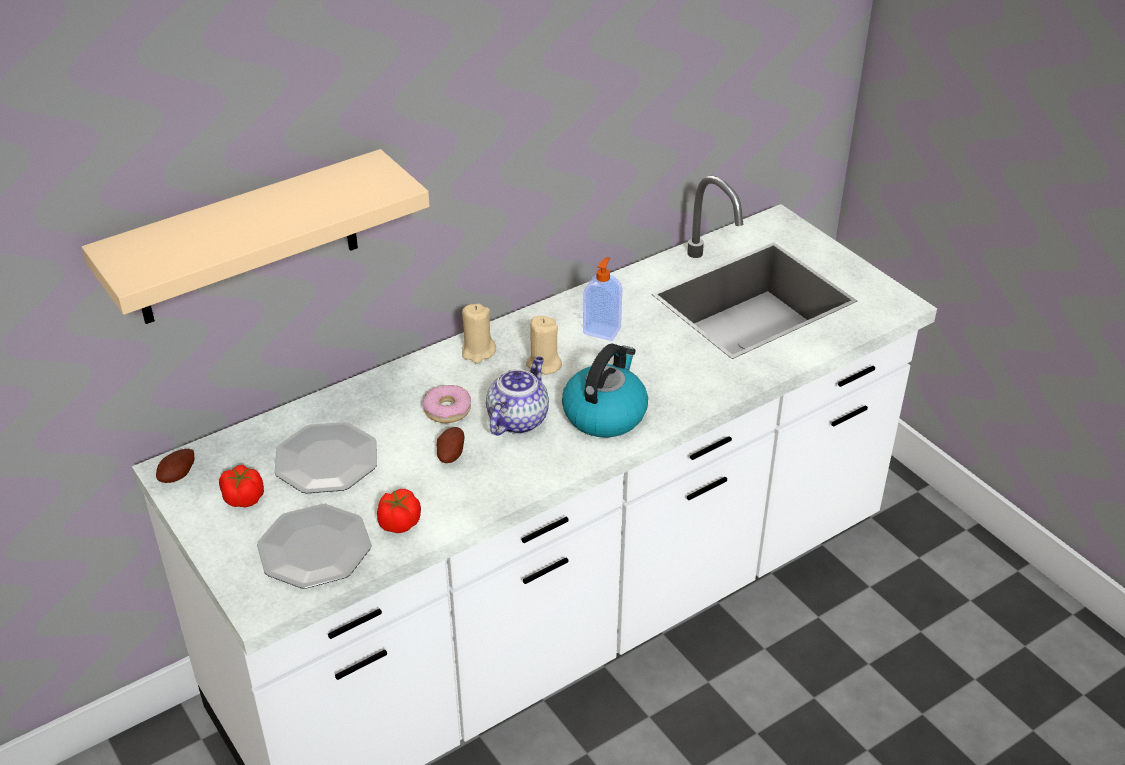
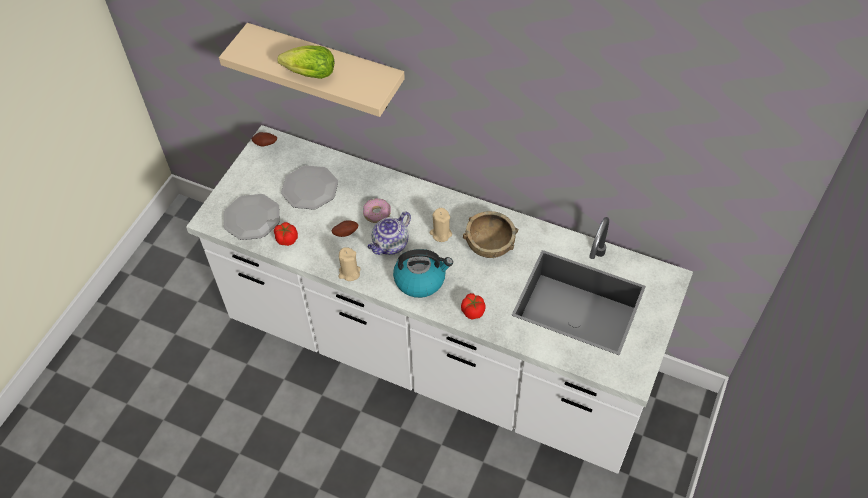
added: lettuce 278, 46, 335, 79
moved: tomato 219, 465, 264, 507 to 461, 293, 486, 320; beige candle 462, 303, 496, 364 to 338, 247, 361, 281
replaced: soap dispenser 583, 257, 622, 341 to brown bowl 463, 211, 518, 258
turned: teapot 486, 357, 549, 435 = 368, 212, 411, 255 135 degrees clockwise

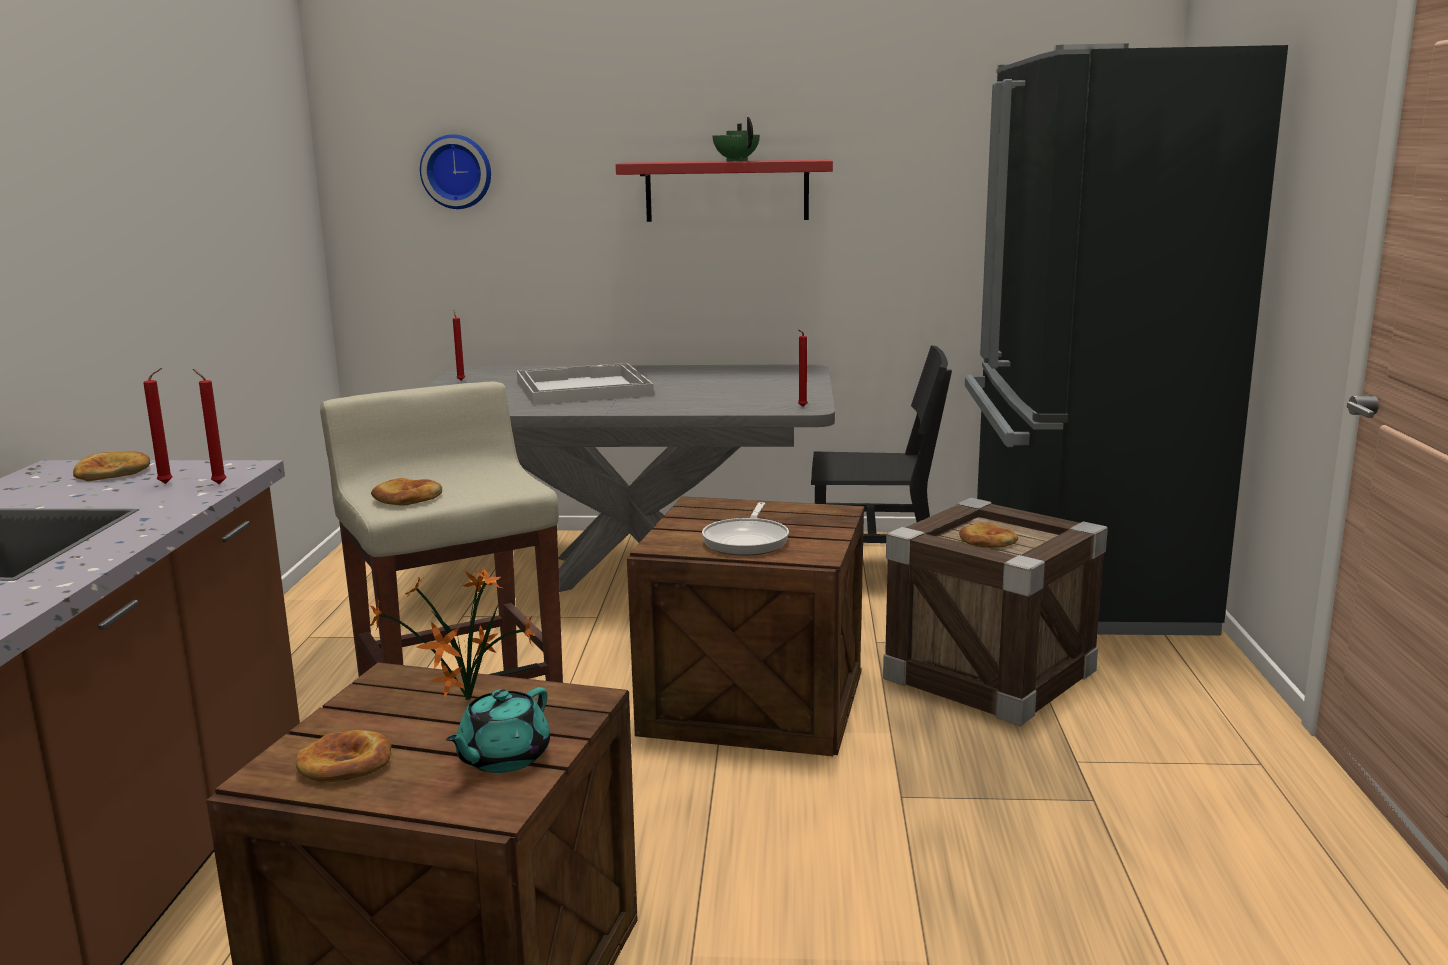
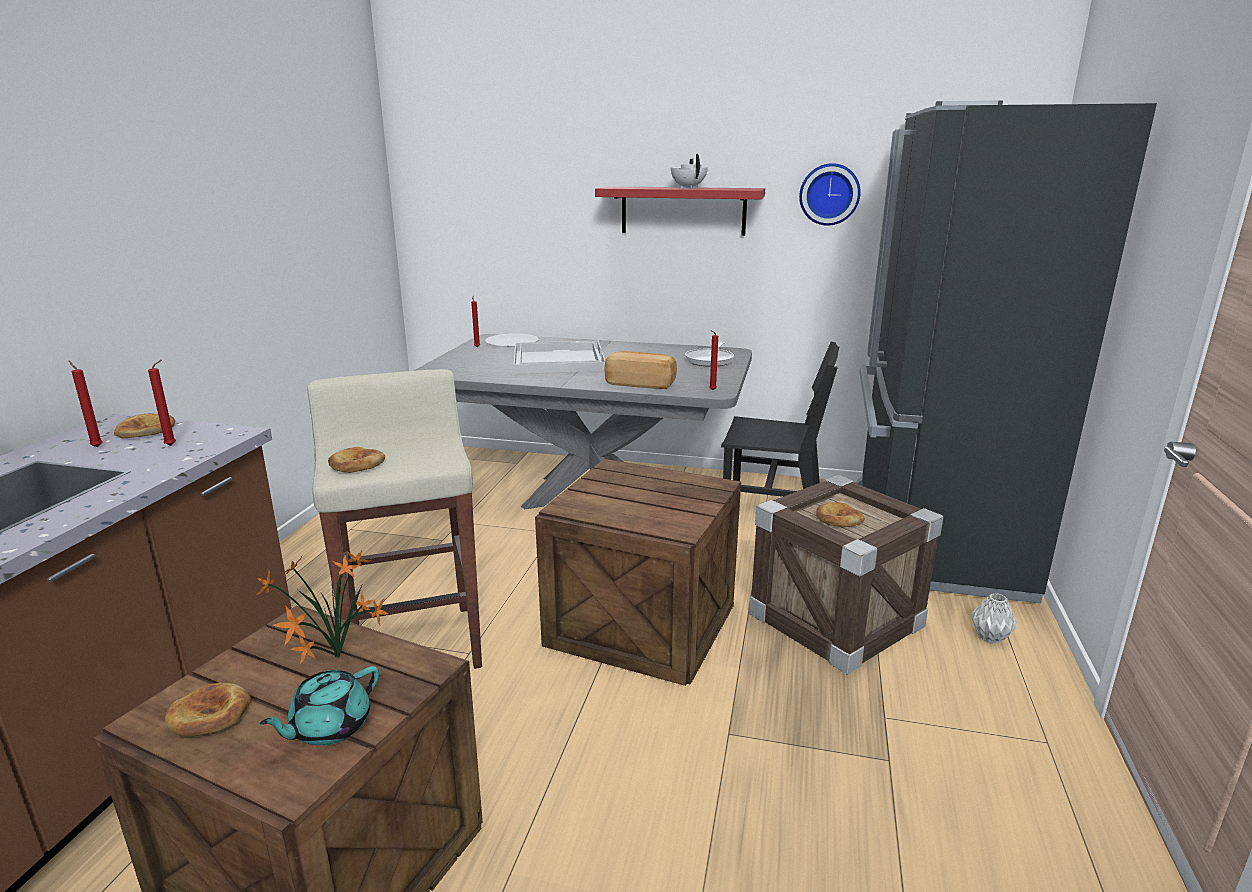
added: white plate 485, 333, 539, 347; bread 605, 351, 677, 389; grey vase 971, 593, 1017, 644
moved: red candle 193, 369, 226, 484 to 69, 361, 103, 447; wall clock 420, 134, 491, 209 to 799, 163, 861, 226; frying pan 702, 502, 789, 556 to 685, 342, 734, 367
recoloured: green teapot 712, 117, 760, 161 to white teapot 671, 154, 708, 189

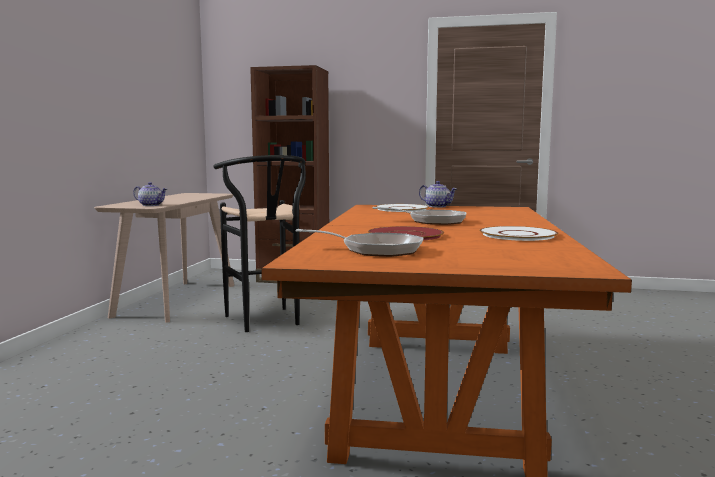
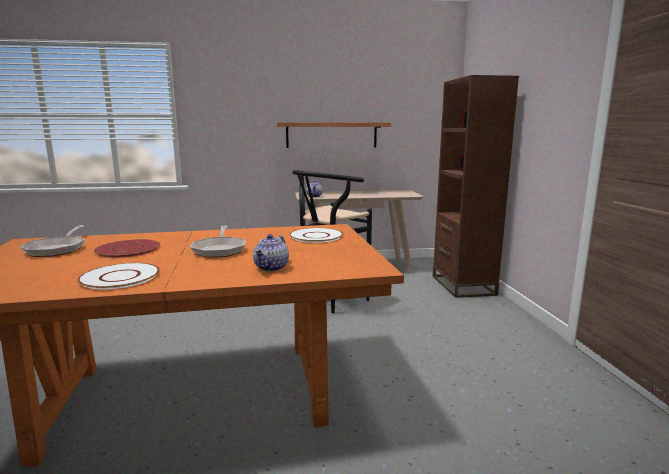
added: shelf 276, 122, 391, 148
moved: teapot 419, 181, 457, 208 to 253, 234, 289, 272

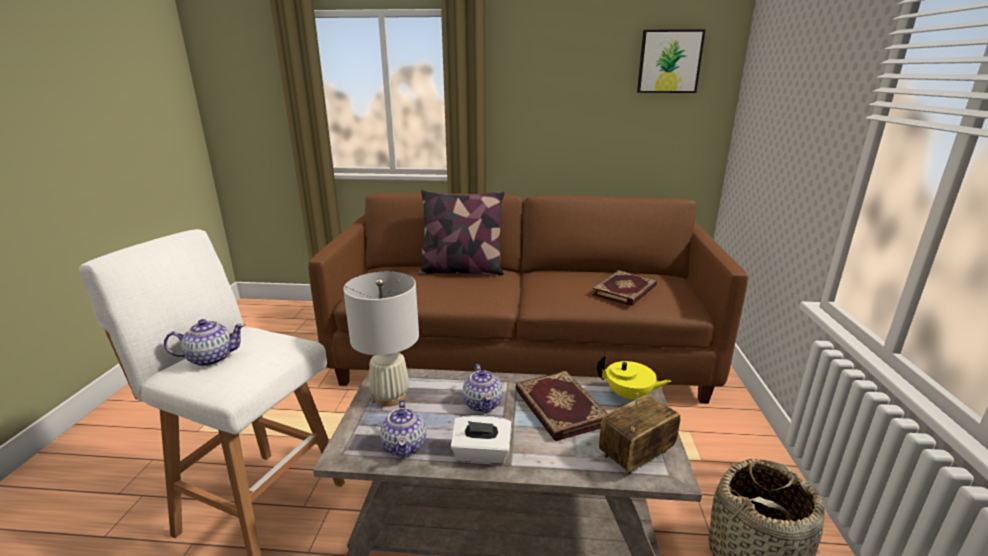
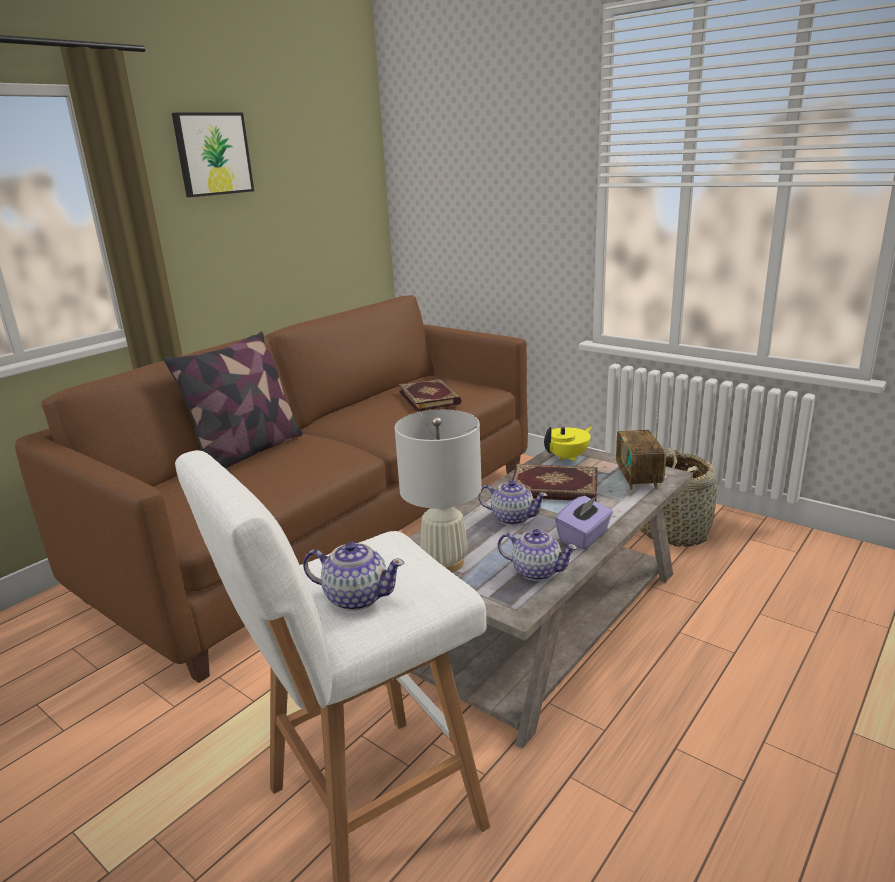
moved: picture 637, 29, 706, 93 to 172, 112, 254, 197
recoloured: white tissue box 451, 415, 512, 465 to purple tissue box 555, 496, 613, 550
turned: teapot 164, 319, 246, 366 = 303, 542, 405, 611 90 degrees clockwise

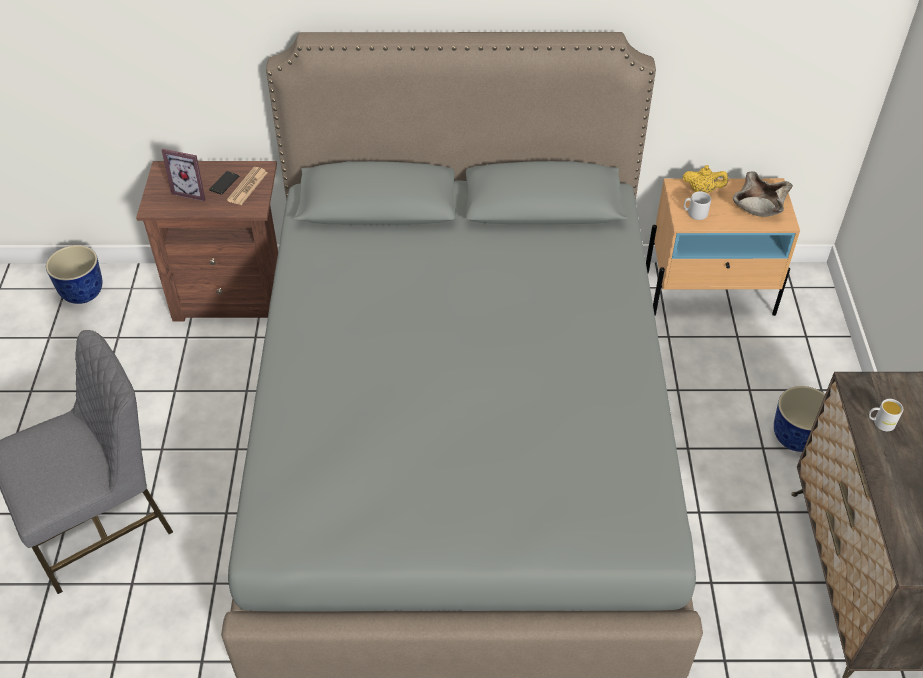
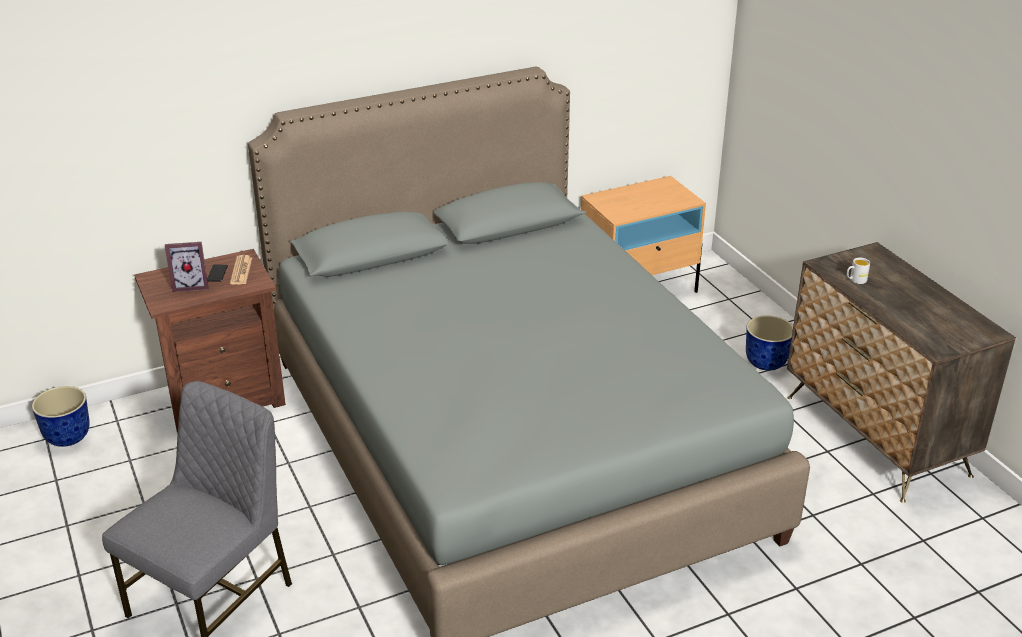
removed: yellow teapot 683, 165, 729, 193; grey mug 684, 191, 711, 220; beige bowl 733, 171, 793, 217

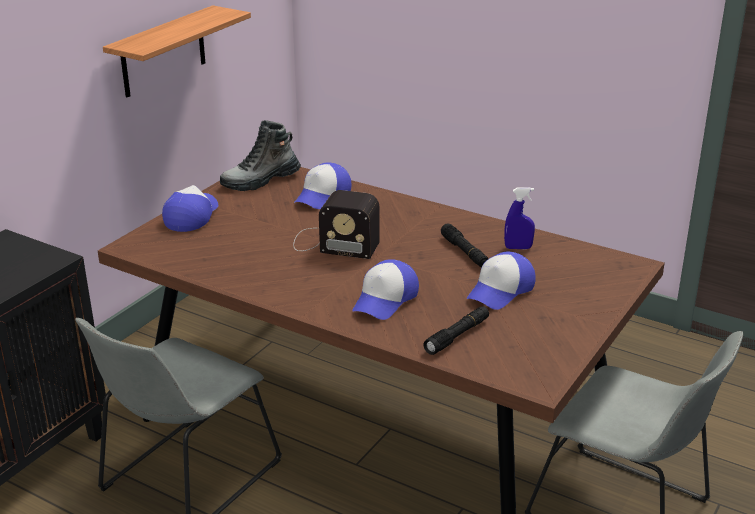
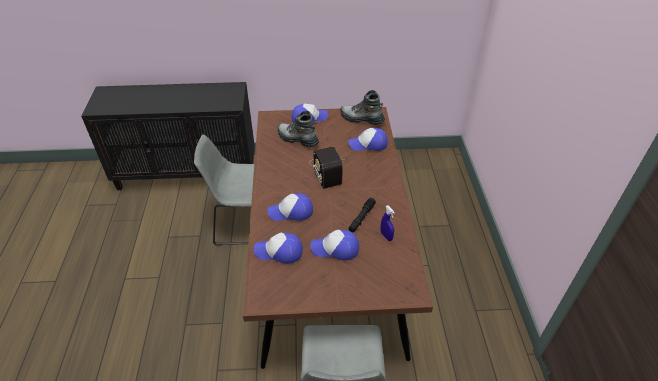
removed: shelf 103, 5, 251, 97
added: boot 277, 111, 319, 147
replaced: black flashlight 423, 306, 489, 355 to cap 254, 232, 303, 264

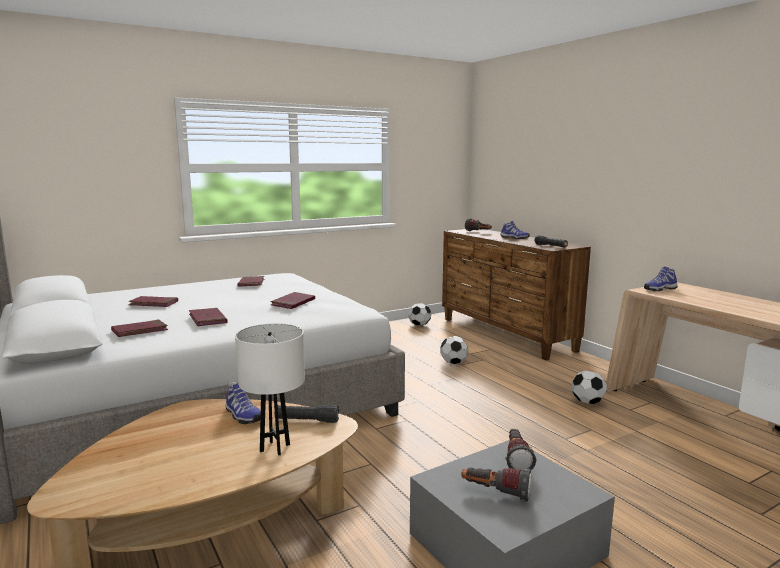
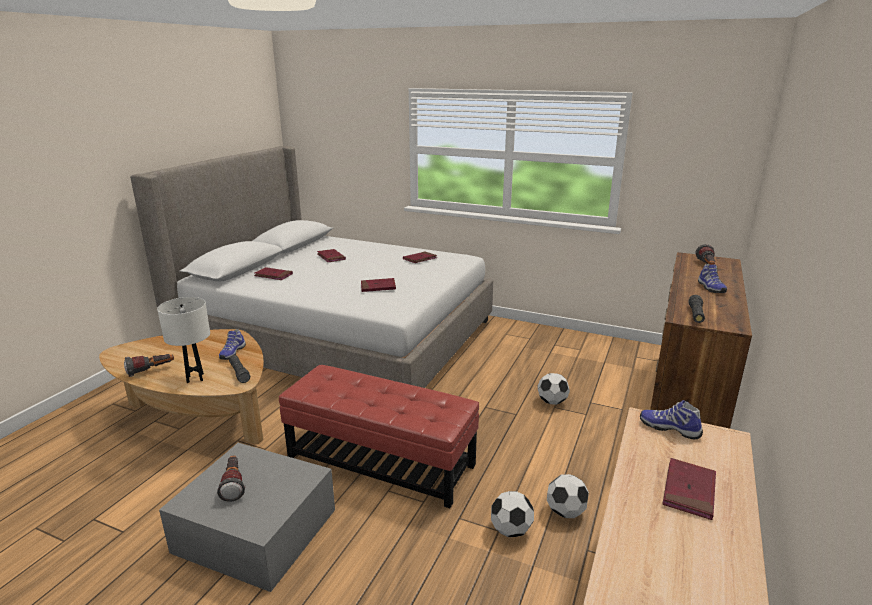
added: red ottoman 279, 365, 479, 508
moved: red book 189, 308, 227, 326 to 663, 458, 716, 520; football 408, 303, 431, 326 to 491, 491, 534, 537; flashlight 506, 429, 536, 471 to 124, 354, 174, 377

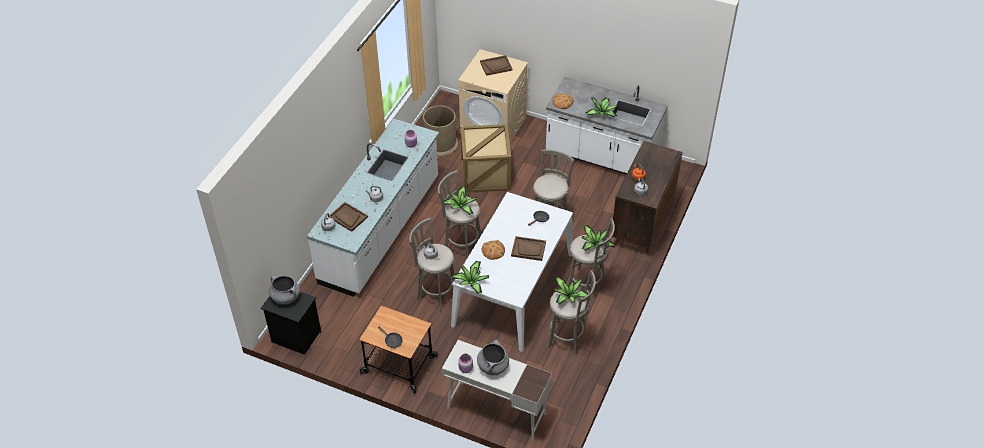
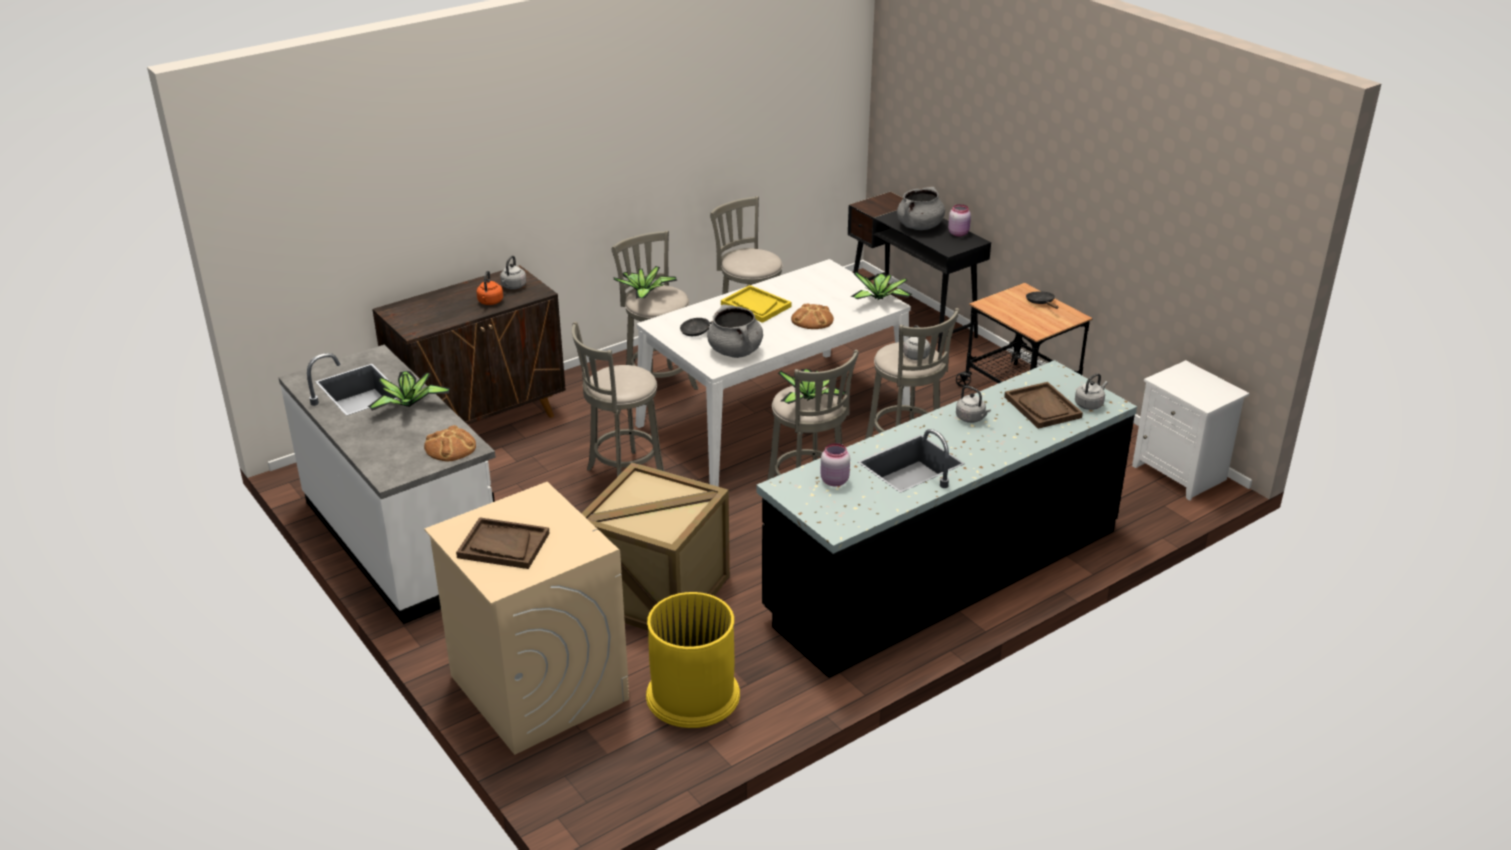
removed: potted plant 555, 276, 589, 305
moved: grey cooking pot 269, 275, 300, 305 to 707, 305, 763, 358
recoloured: black nightstand 261, 292, 321, 355 to white nightstand 1132, 360, 1250, 501; white counter 307, 119, 439, 297 to black counter 756, 360, 1137, 678; brown trash can 423, 106, 458, 156 to yellow trash can 646, 592, 740, 728; white desk 442, 340, 552, 441 to black desk 848, 191, 991, 353; brown tray 511, 236, 546, 261 to yellow tray 721, 285, 792, 323

